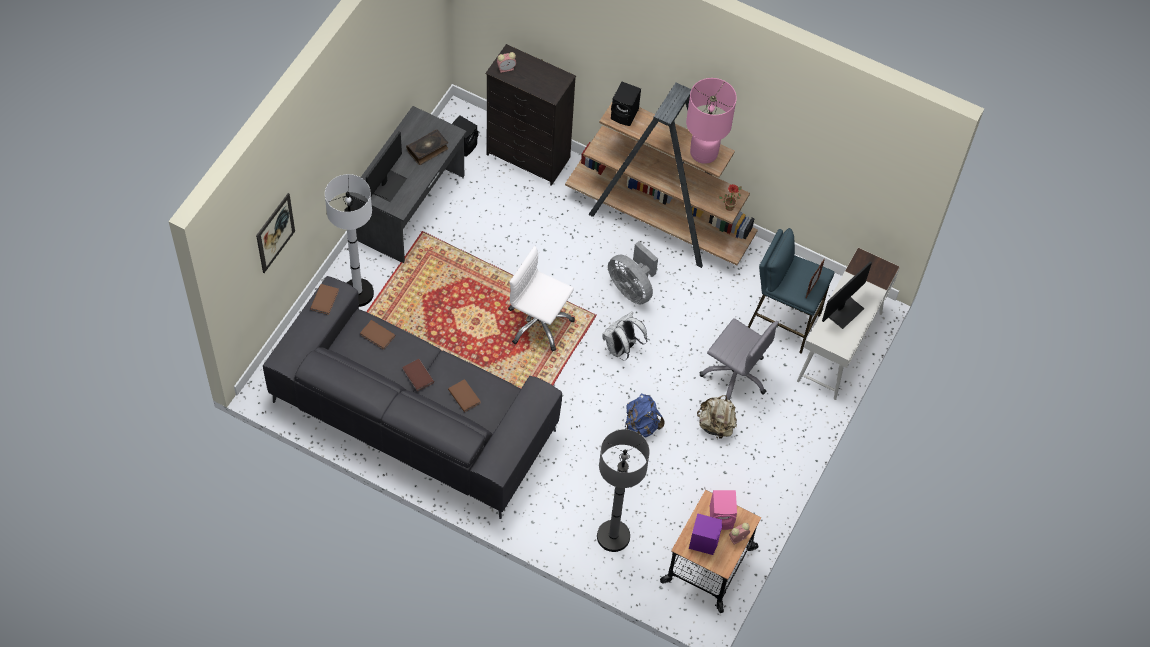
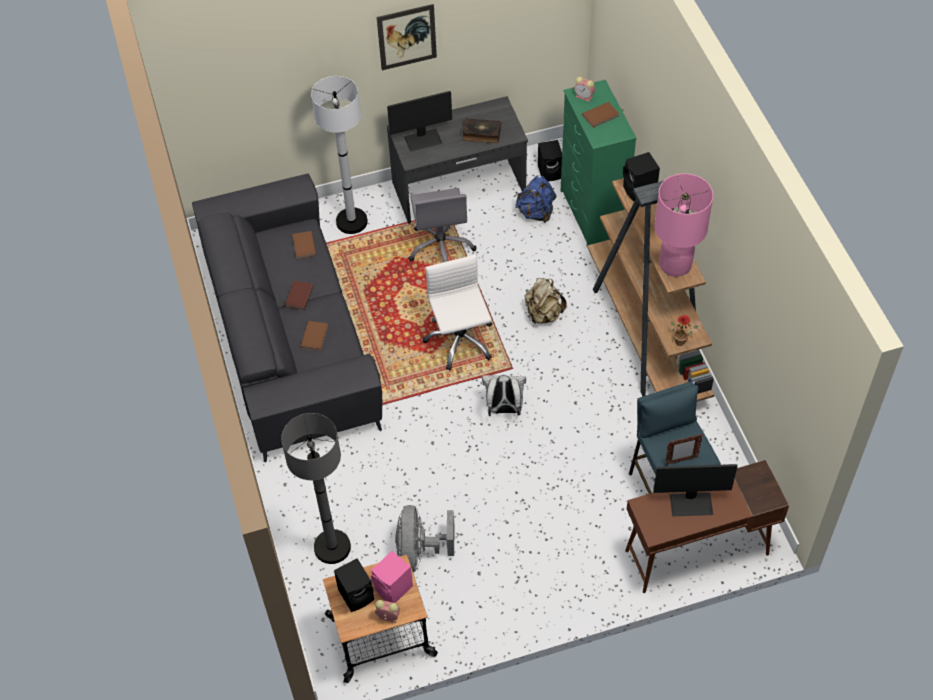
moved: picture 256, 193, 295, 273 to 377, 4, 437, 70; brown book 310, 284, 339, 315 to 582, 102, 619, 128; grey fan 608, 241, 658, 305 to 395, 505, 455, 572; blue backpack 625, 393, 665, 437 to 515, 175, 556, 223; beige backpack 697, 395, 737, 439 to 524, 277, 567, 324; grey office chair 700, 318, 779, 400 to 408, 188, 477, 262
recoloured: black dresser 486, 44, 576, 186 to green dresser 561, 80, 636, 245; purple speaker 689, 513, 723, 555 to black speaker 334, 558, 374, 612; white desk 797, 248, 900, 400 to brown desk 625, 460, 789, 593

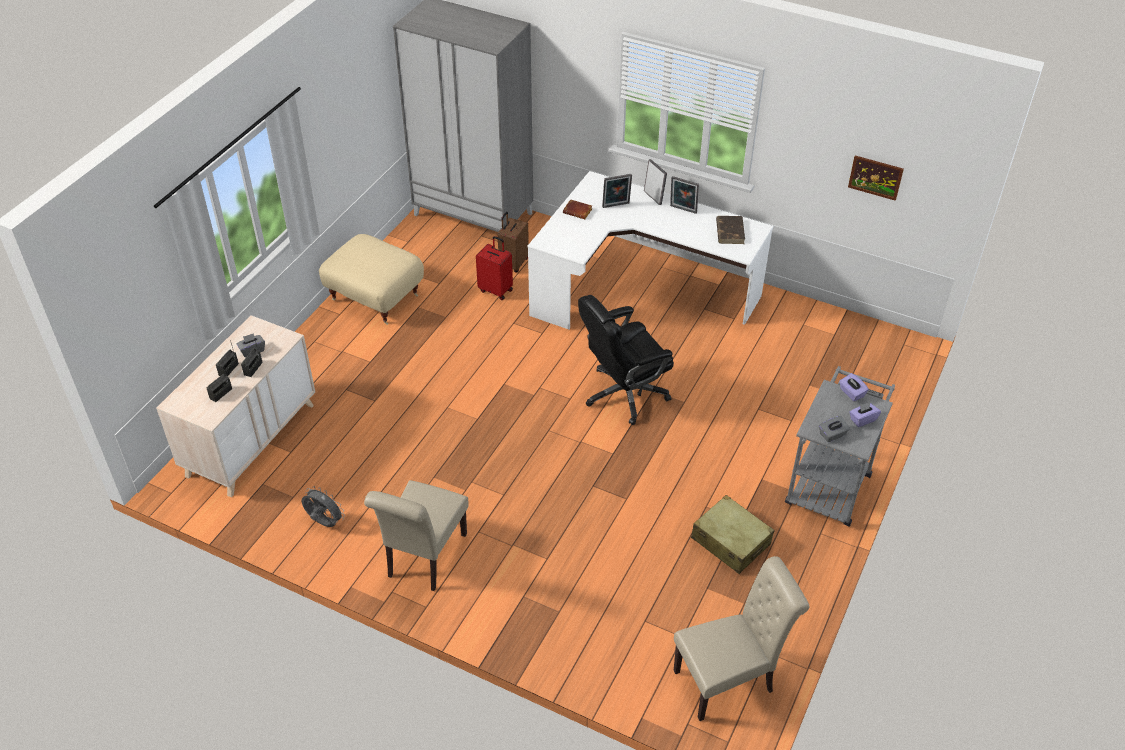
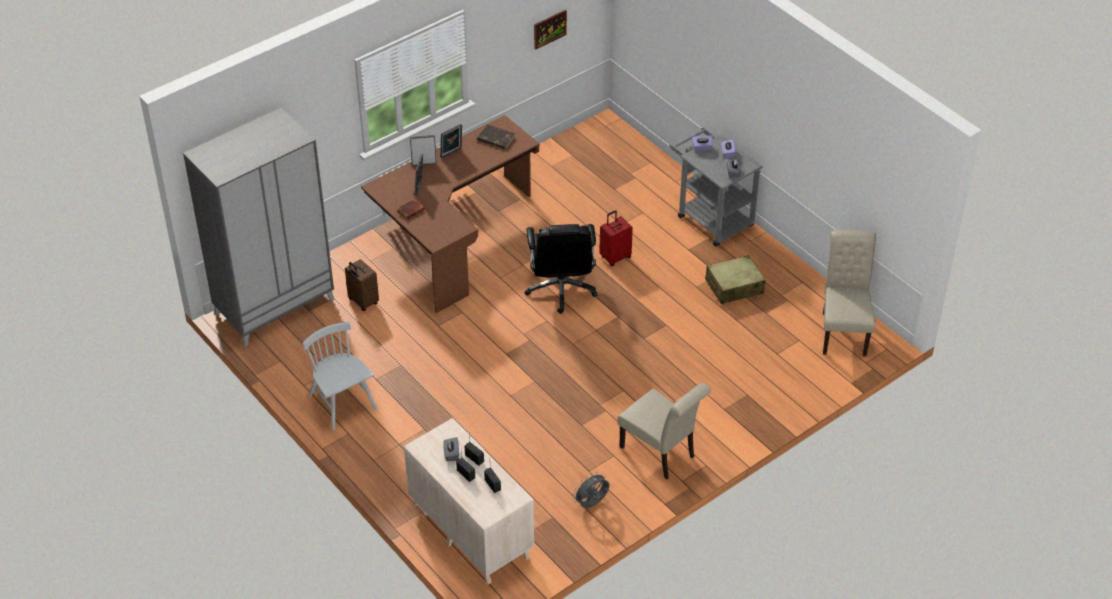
moved: red suitcase 476, 236, 513, 300 to 599, 210, 633, 266
replaced: beige ottoman 319, 234, 424, 325 to white chair 302, 322, 378, 431
recoloured: white desk 527, 171, 774, 330 to brown desk 361, 115, 540, 313

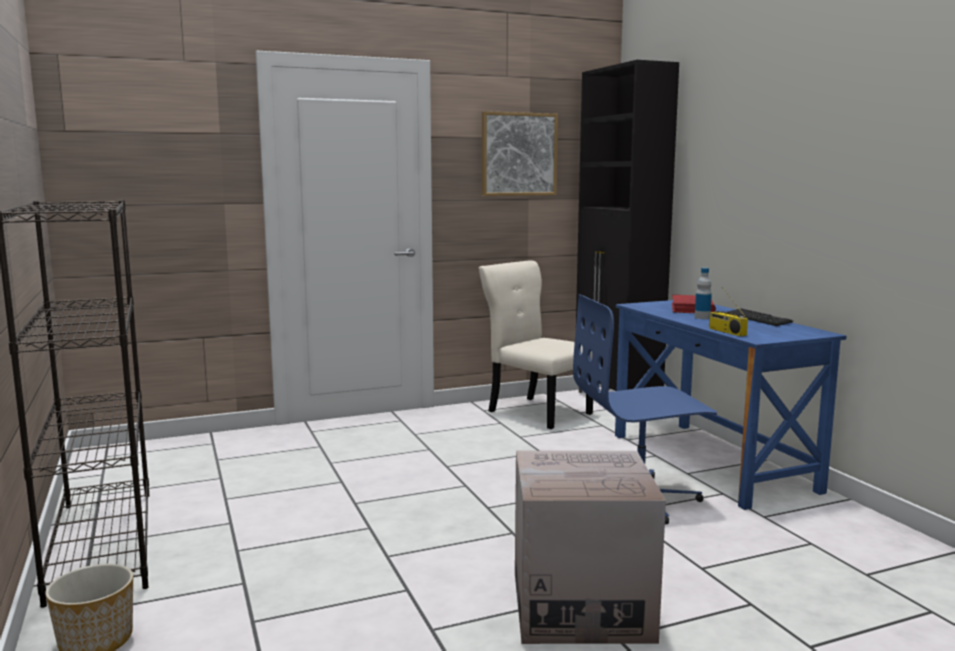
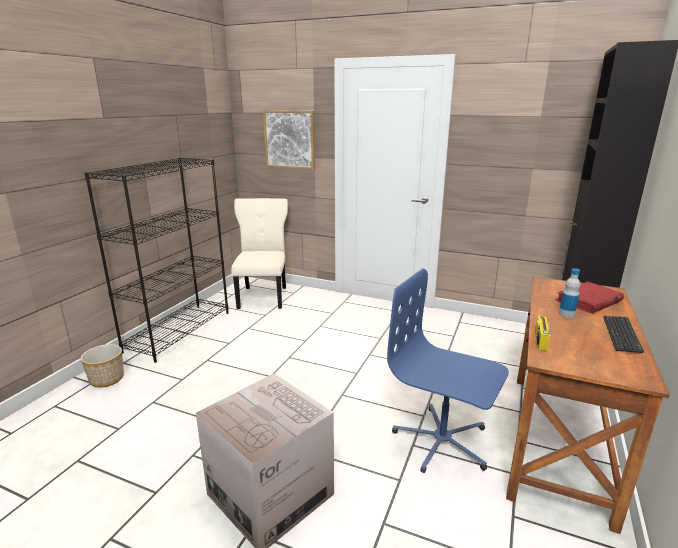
moved: beige chair 479, 261, 593, 429 to 231, 198, 288, 309; picture 482, 111, 558, 196 to 263, 110, 315, 170
recoloured: blue desk 615, 300, 846, 510 to brown desk 506, 276, 670, 534

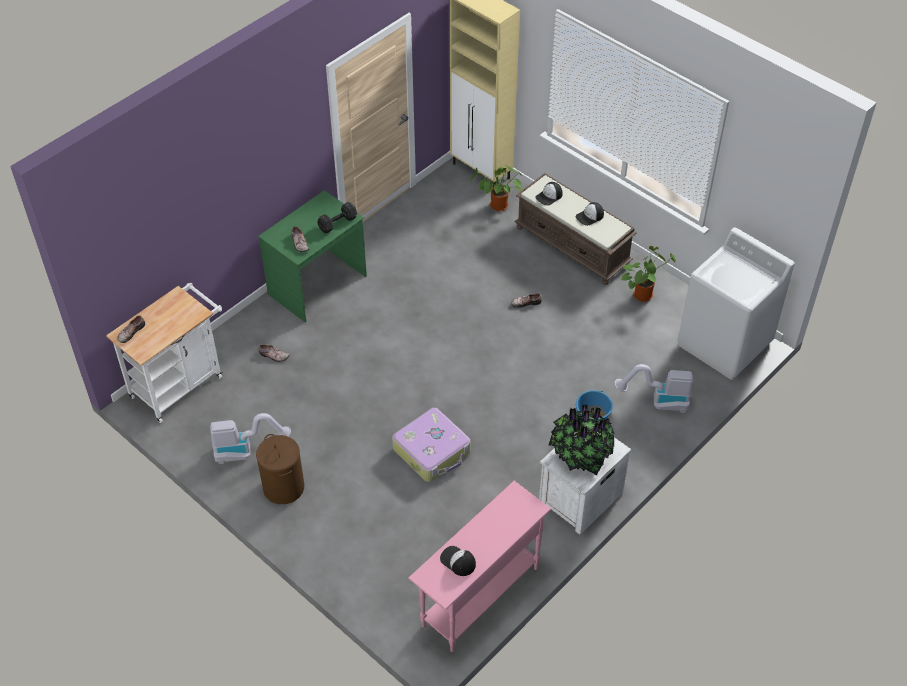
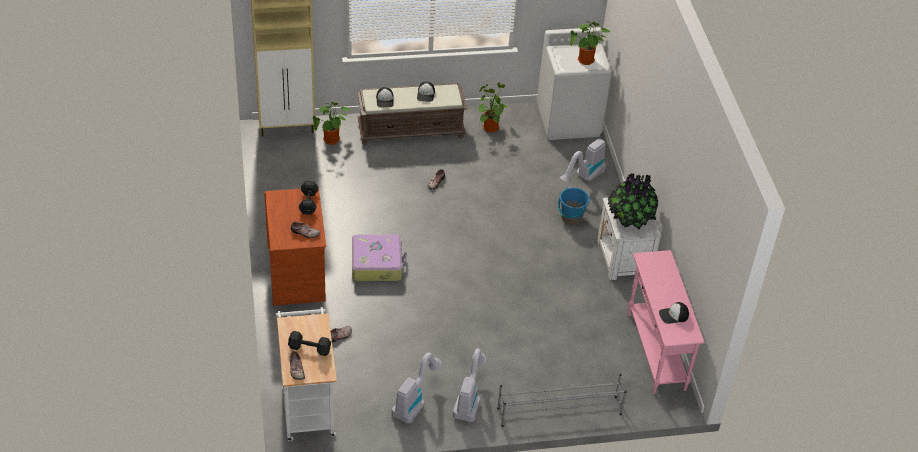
added: black dumbbell 288, 331, 331, 356; grey shoe rack 497, 374, 627, 427; potted plant 570, 21, 610, 65
moved: suitcase 392, 408, 471, 482 to 352, 234, 407, 281
replaced: brown laundry basket 256, 434, 304, 504 to vacuum cleaner 453, 348, 486, 422
recoloured: green desk 258, 190, 367, 322 to brown desk 264, 187, 326, 306

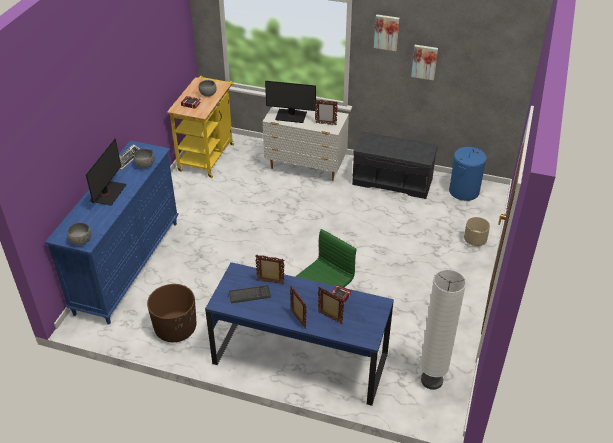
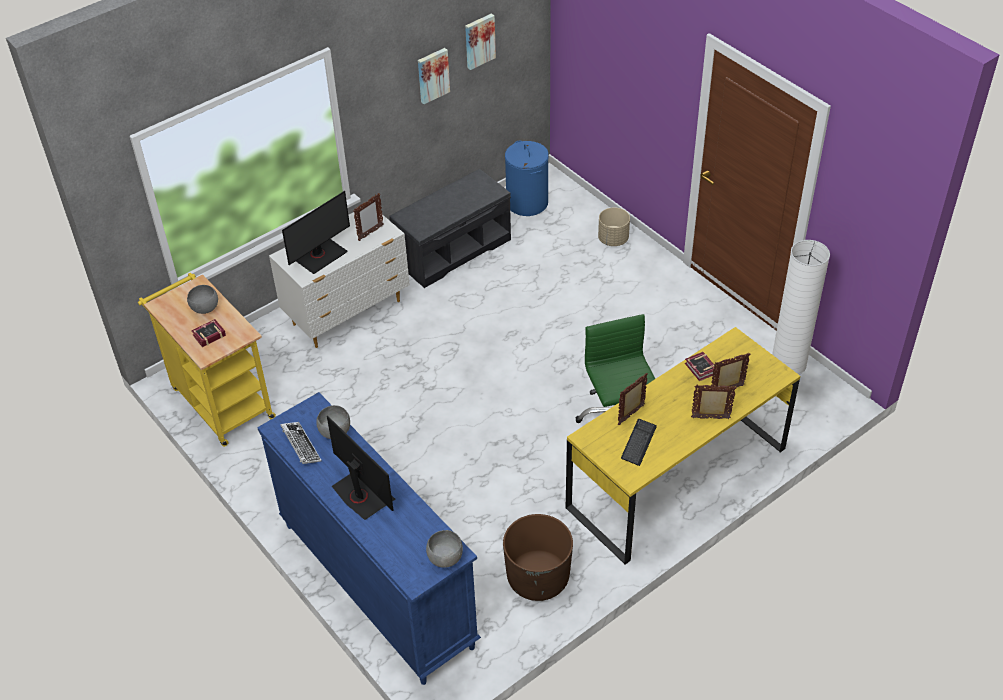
moved: picture 374, 15, 399, 51 to 465, 14, 496, 70
recoloured: blue desk 205, 262, 394, 406 to yellow desk 566, 327, 800, 565

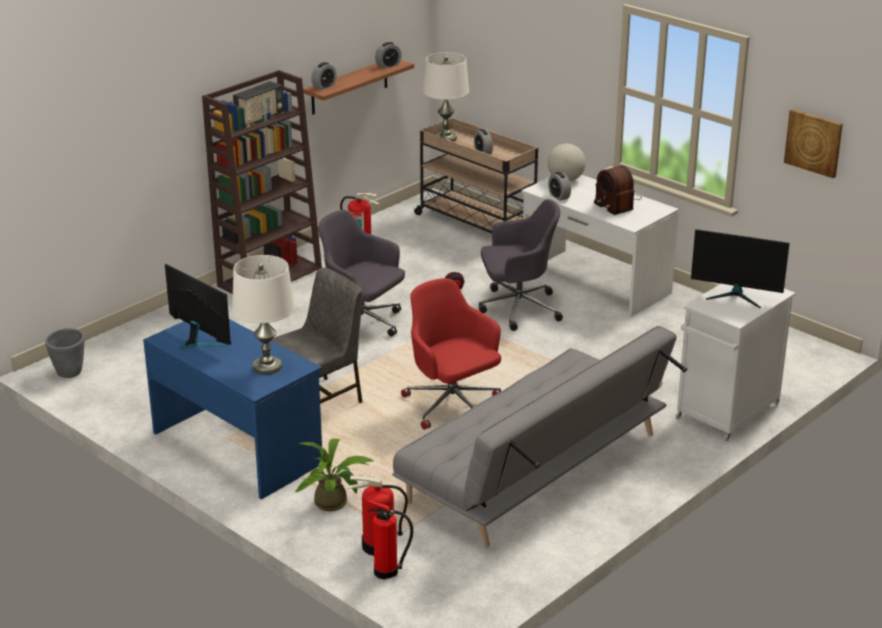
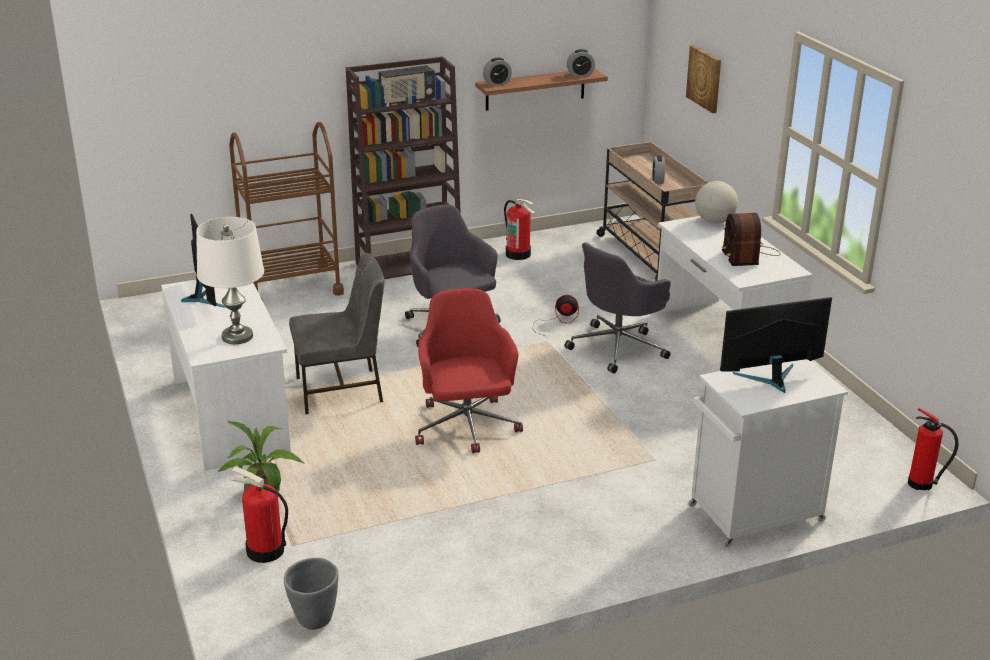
removed: grey sofa 392, 326, 687, 547; white table lamp 423, 52, 469, 142; alarm clock 548, 172, 571, 201
added: brown cart 229, 122, 344, 301
moved: grey planter 45, 328, 85, 378 to 284, 558, 338, 630; fire extinguisher 368, 501, 413, 579 to 908, 408, 959, 490; picture 784, 109, 843, 178 to 686, 45, 721, 113
recoloured: blue desk 143, 319, 322, 500 to white desk 161, 280, 291, 471
turned: grey office chair 479, 199, 563, 331 = 565, 243, 671, 373 120 degrees clockwise; monitor 691, 229, 790, 308 = 720, 297, 832, 393 120 degrees clockwise

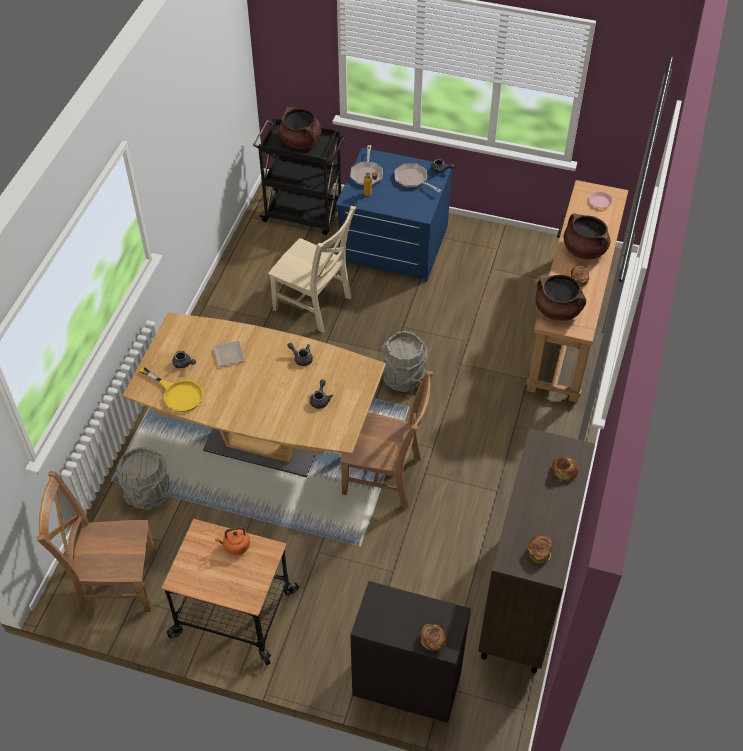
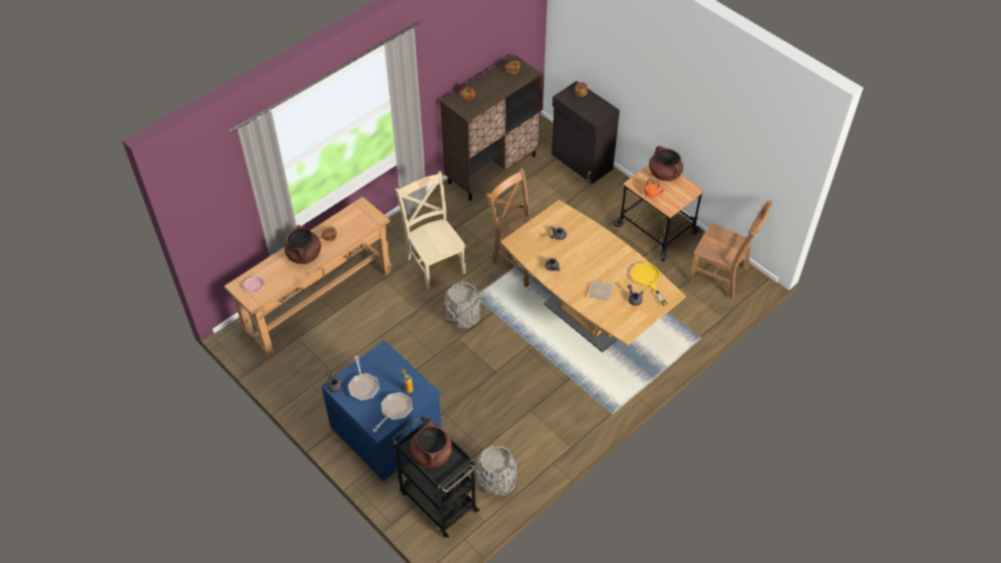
moved: grey bucket 116, 447, 171, 510 to 477, 446, 517, 495; beige chair 268, 206, 356, 333 to 395, 171, 466, 290; brown cooking pot 535, 275, 586, 321 to 649, 146, 683, 181

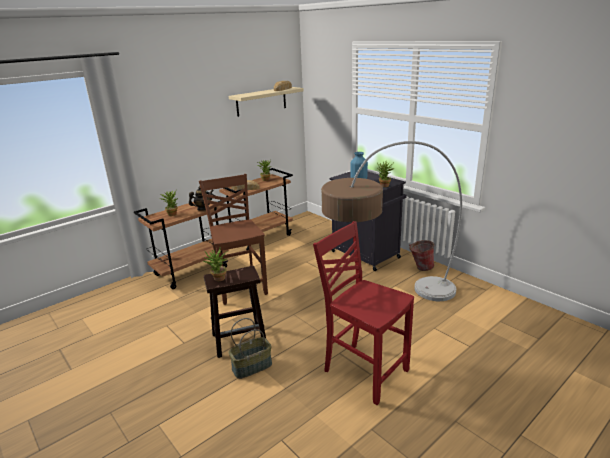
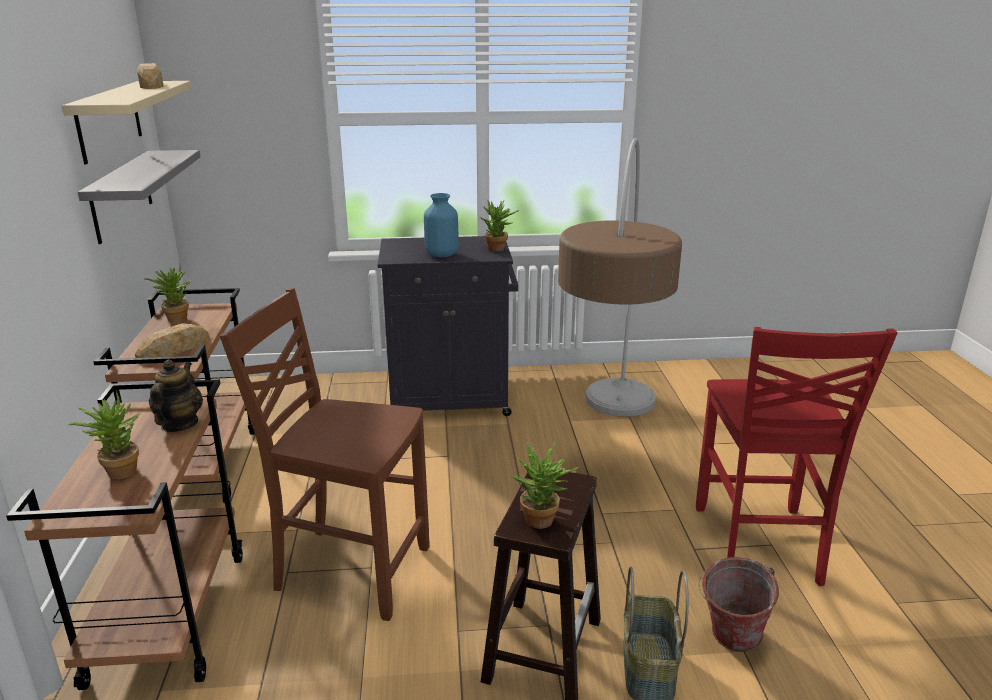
added: grey shelf 78, 150, 200, 244
moved: bucket 409, 240, 434, 271 to 698, 557, 779, 652
turned: red chair 313, 221, 414, 405 = 696, 327, 898, 587 75 degrees counterclockwise

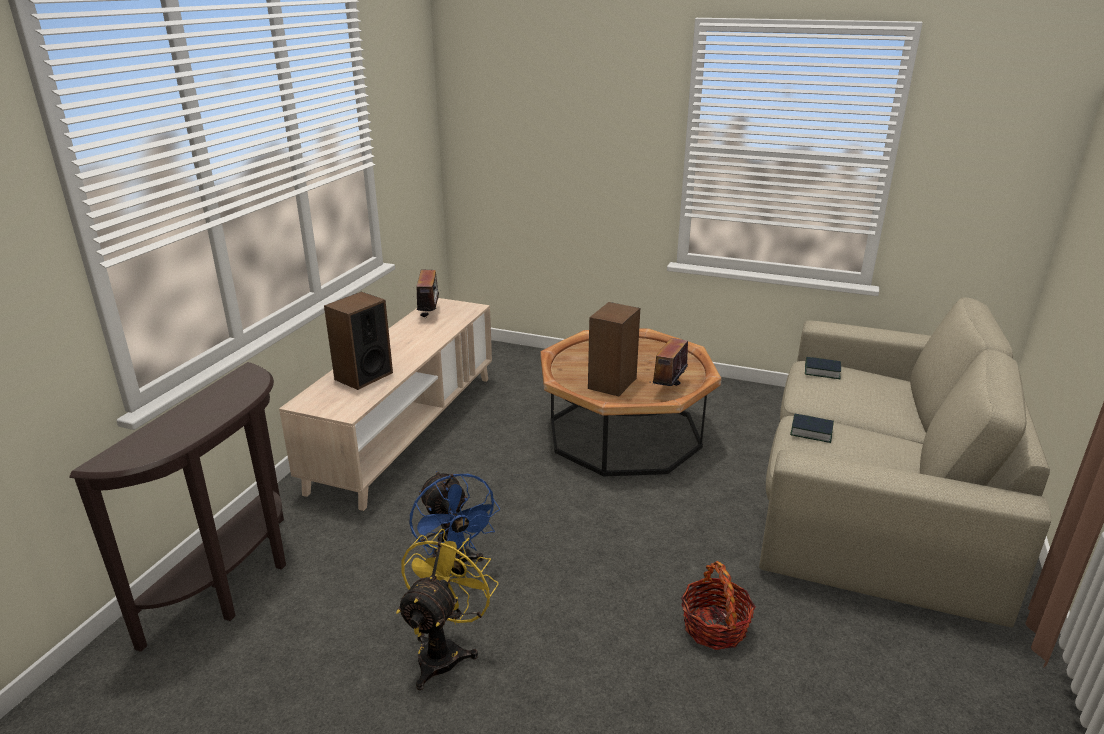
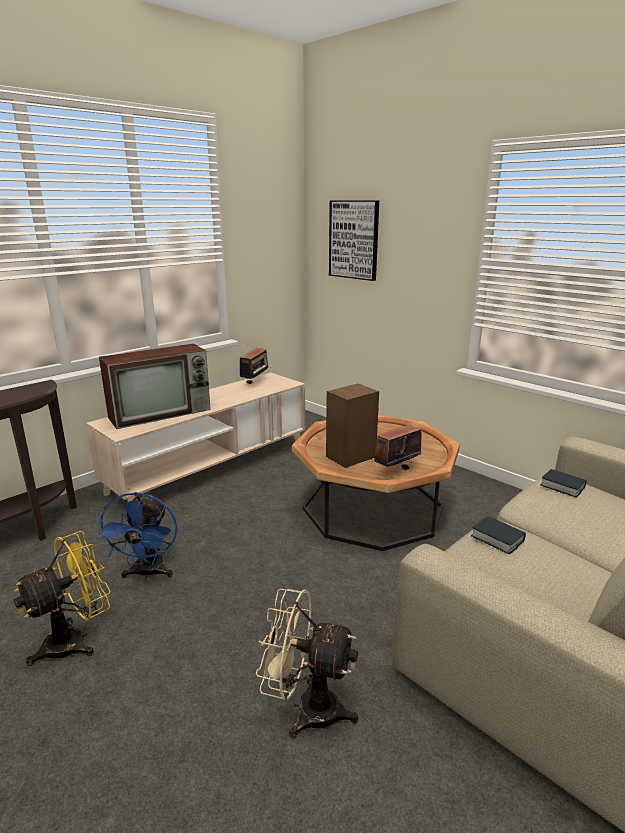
added: picture 329, 200, 379, 281
replaced: speaker 324, 292, 393, 390 to television 99, 344, 211, 429; basket 681, 561, 755, 650 to beige fan 256, 589, 358, 738

